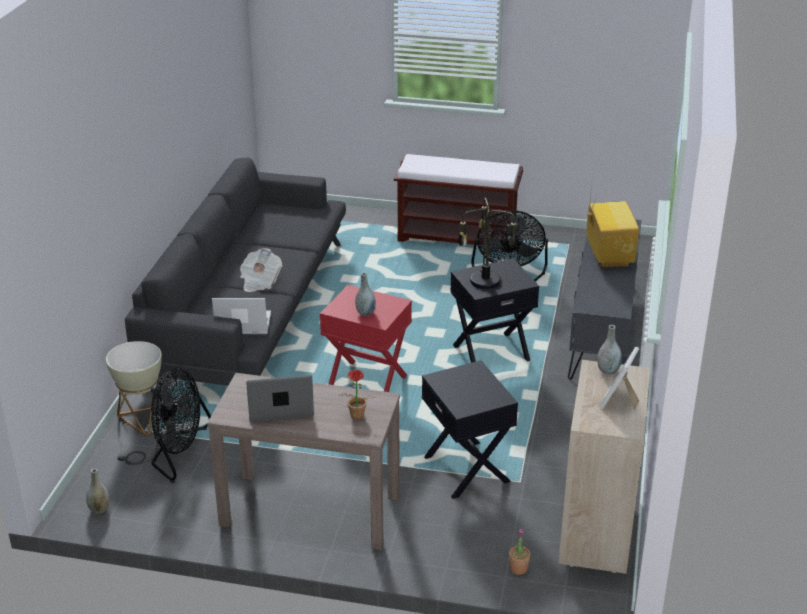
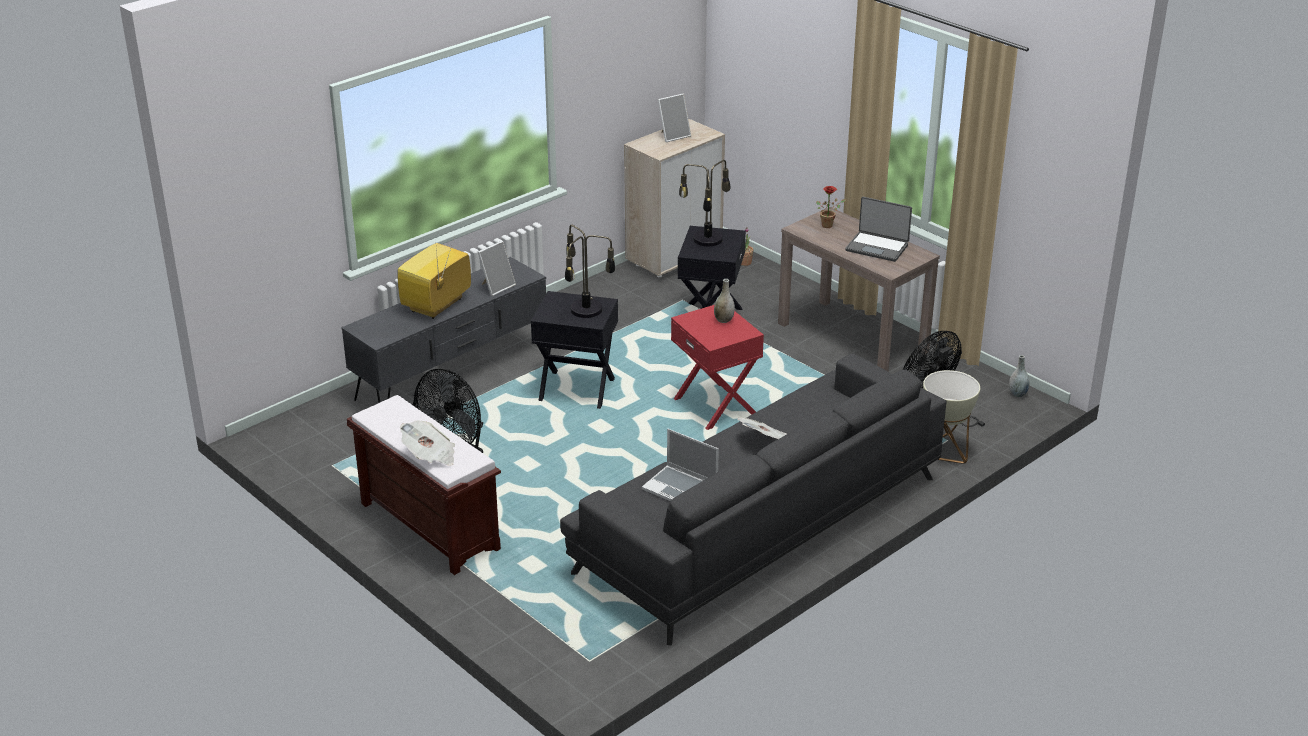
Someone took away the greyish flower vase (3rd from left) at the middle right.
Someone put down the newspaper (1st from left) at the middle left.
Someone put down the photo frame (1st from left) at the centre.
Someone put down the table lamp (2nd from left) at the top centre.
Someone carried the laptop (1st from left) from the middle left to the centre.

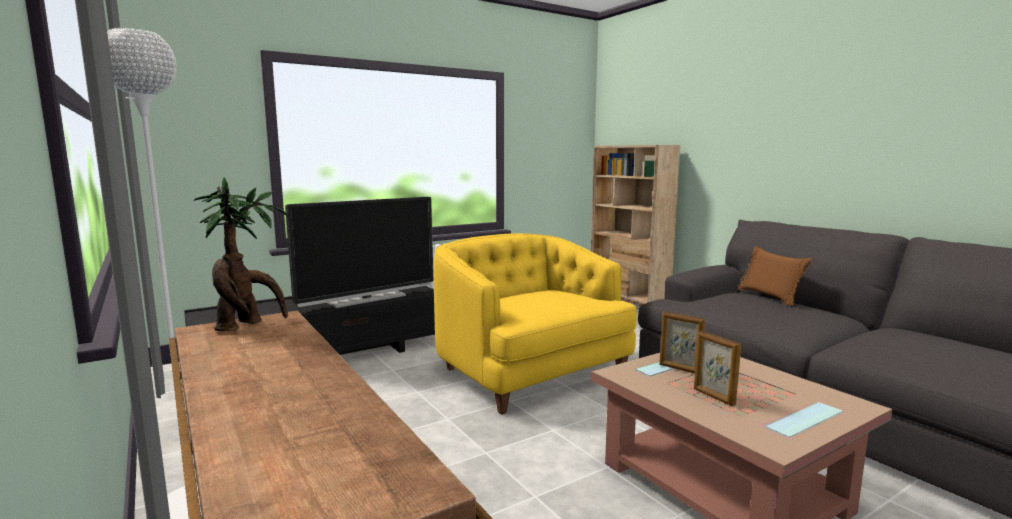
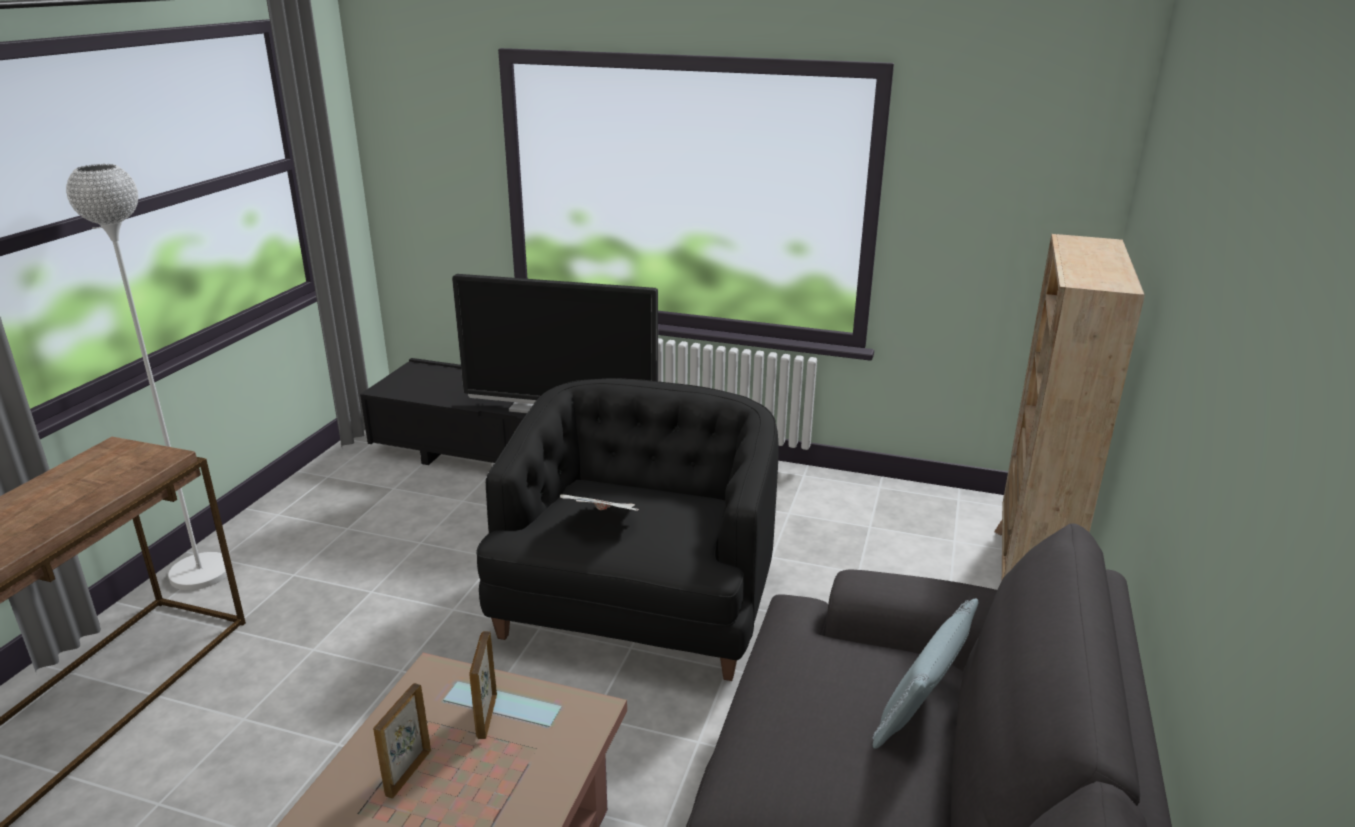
Someone took away the houseplant at the middle left.
Someone put down the newspaper at the centre.
Someone repainted the yellowish armchair at the centre, which became the black armchair at the centre.
Someone repainted the brownish throw pillow at the middle right, which became the blue-coloured throw pillow at the bottom right.

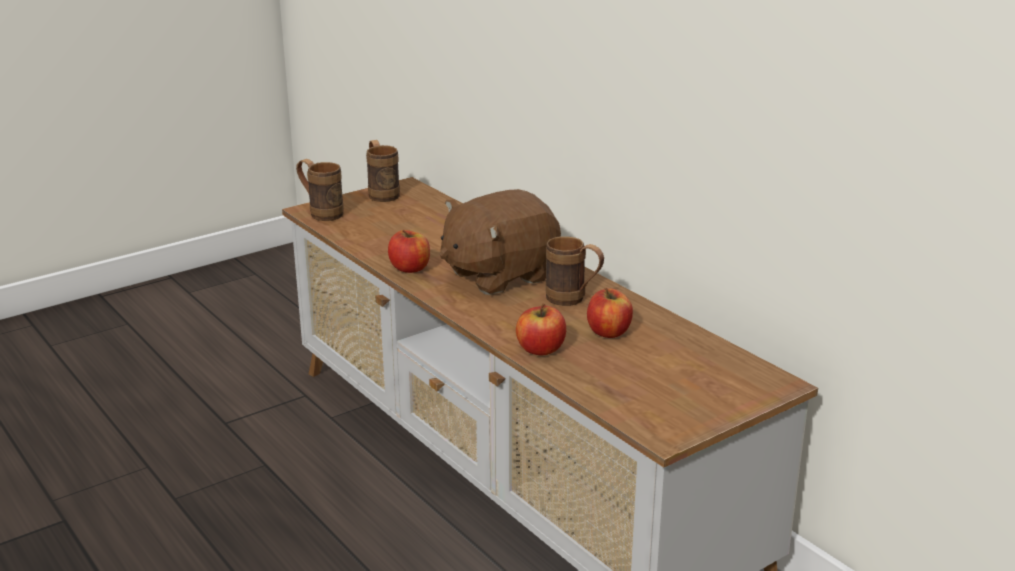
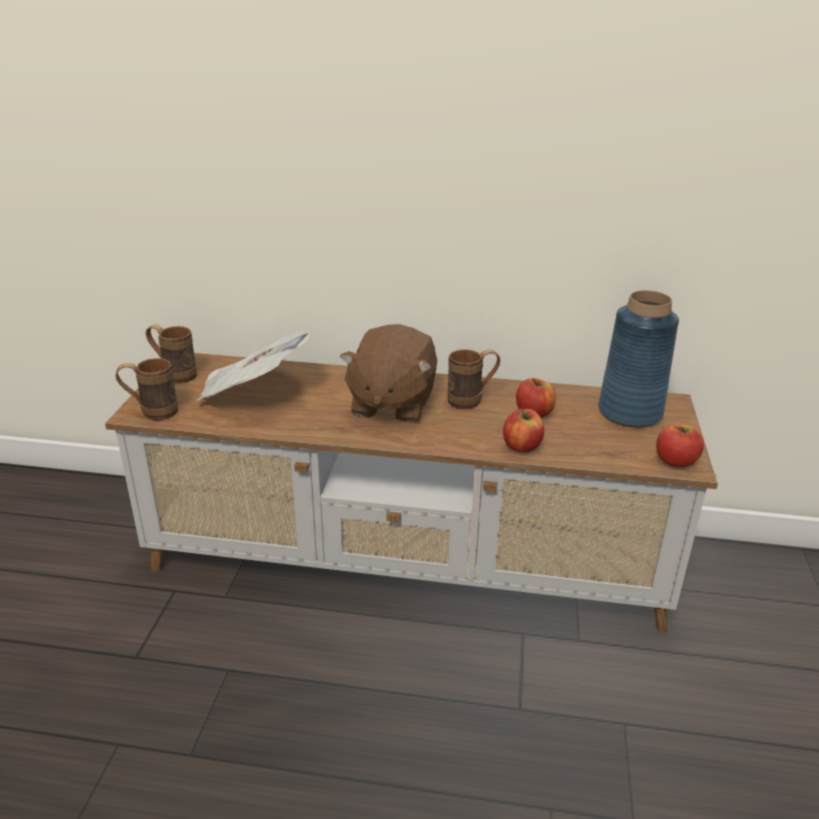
Someone put down the newspaper at the middle left.
Someone put down the blue-coloured flower vase at the middle right.
Someone carried the whole apple (1st from left in the first image) from the centre to the middle right.

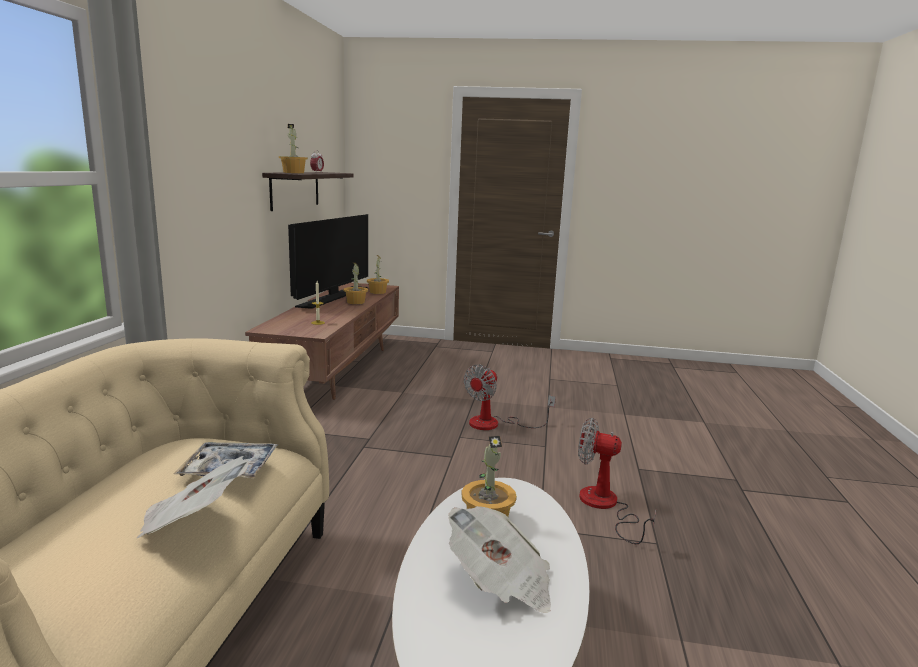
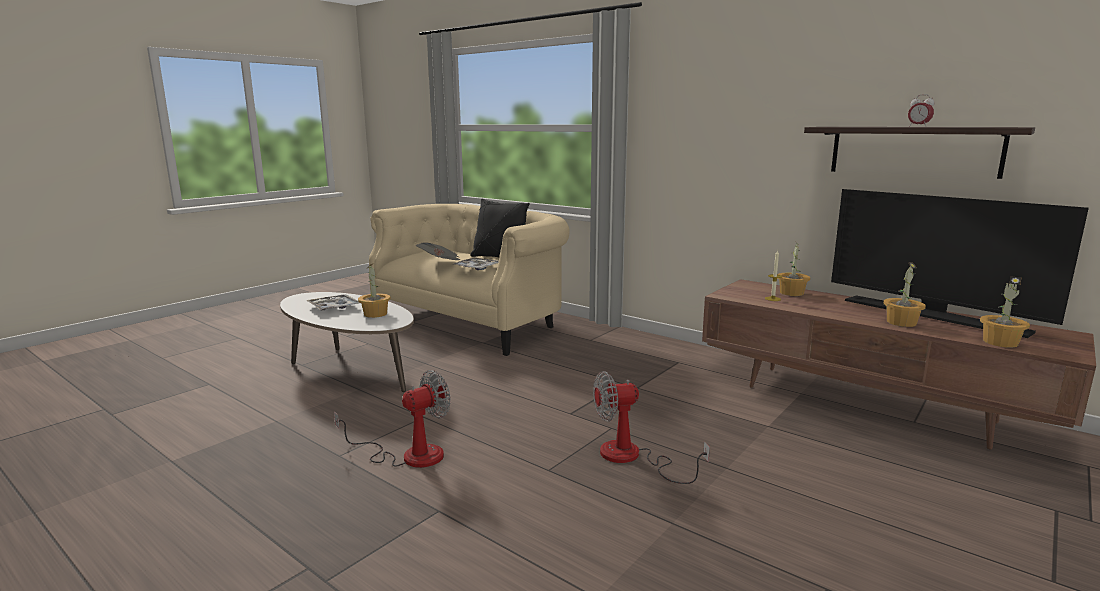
Someone put down the black throw pillow at the centre.
Someone carried the houseplant (1st from left in the first image) from the top left to the middle right.
Someone swapped the newspaper (2nd from left) at the bottom centre for the carrying tray (1st from left) at the middle left.
Someone rotated the fan (1st from left in the first image) at the centre by 75 degrees counterclockwise.

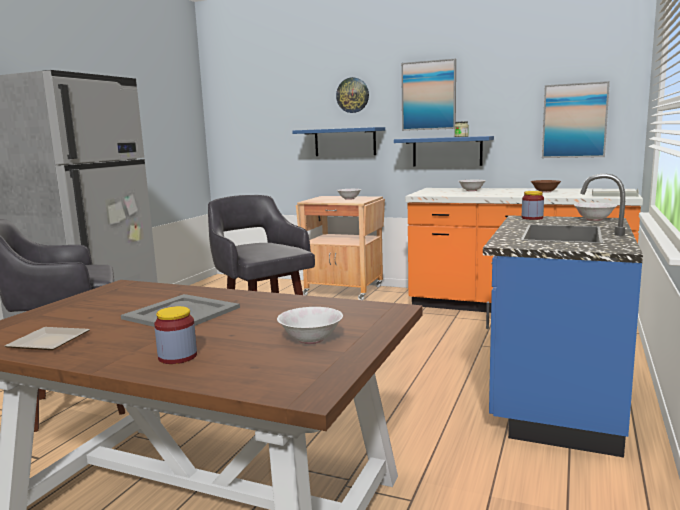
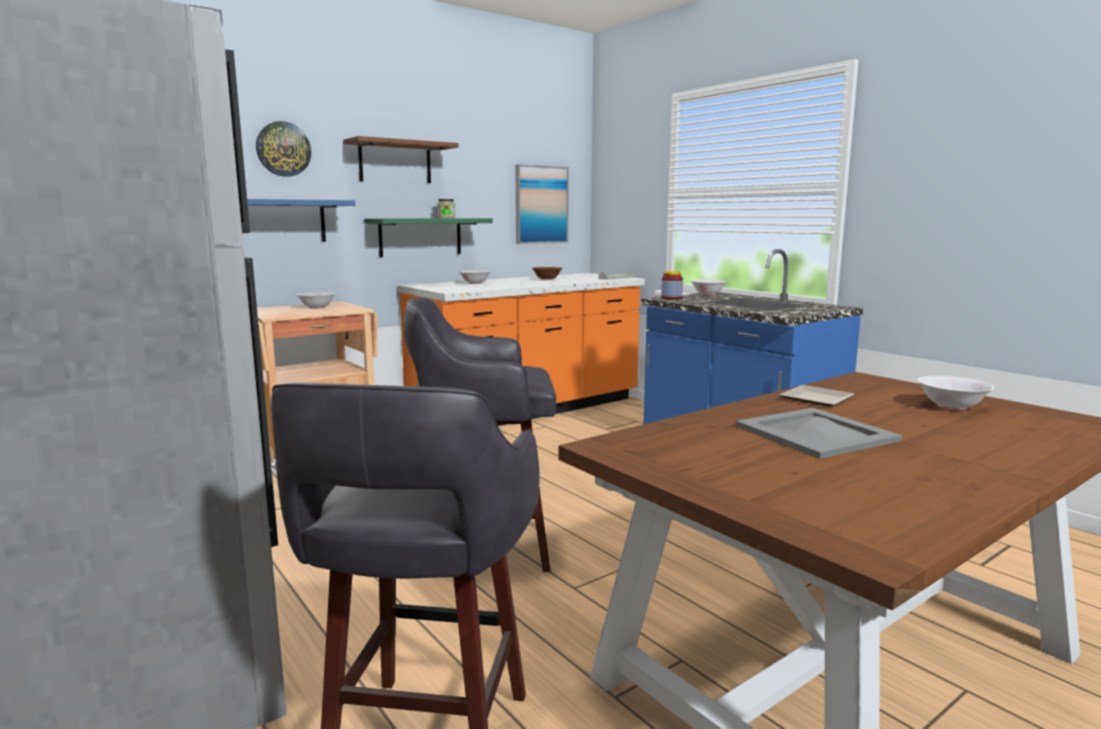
Someone took away the preserve jar (1st from left) at the middle left.
Someone carried the flat dish from the middle left to the middle right.
Someone swapped the picture (1st from left) at the top centre for the brownish shelf at the top centre.
Someone repainted the blue-coloured shelf (2nd from left) at the top centre, which became the green-coloured shelf at the top centre.

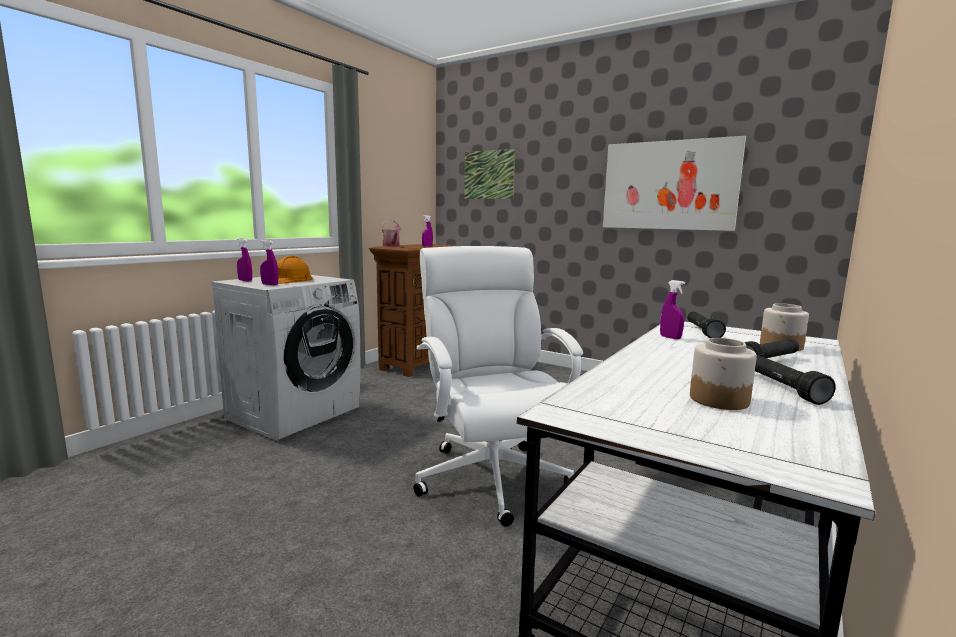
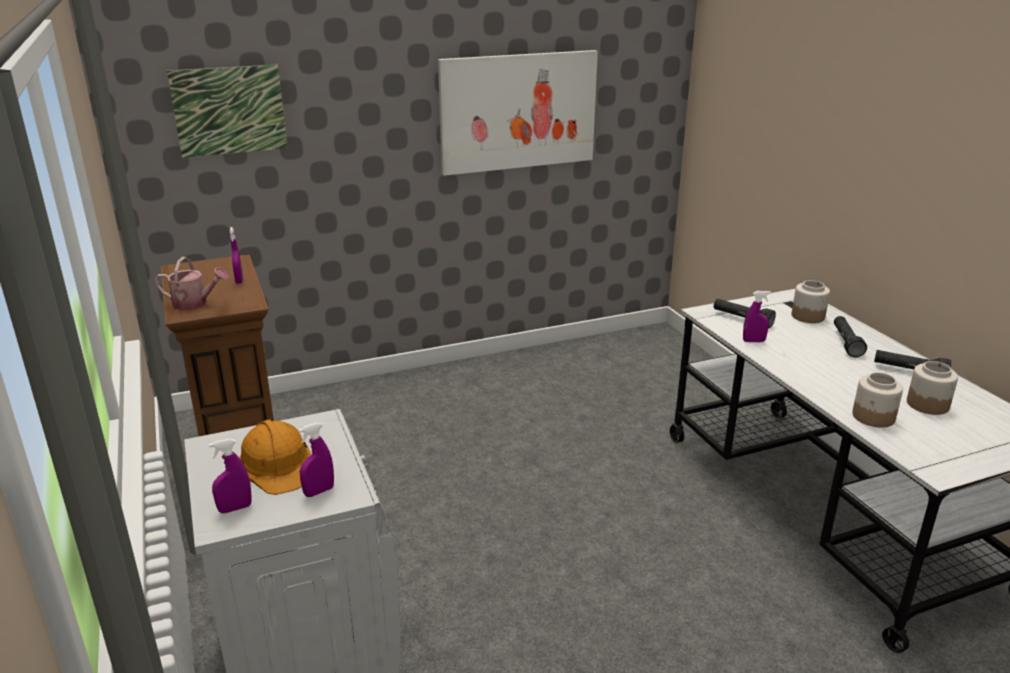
Someone took away the white-coloured office chair at the centre.
Someone put down the preserve jar (2nd from left) at the middle right.

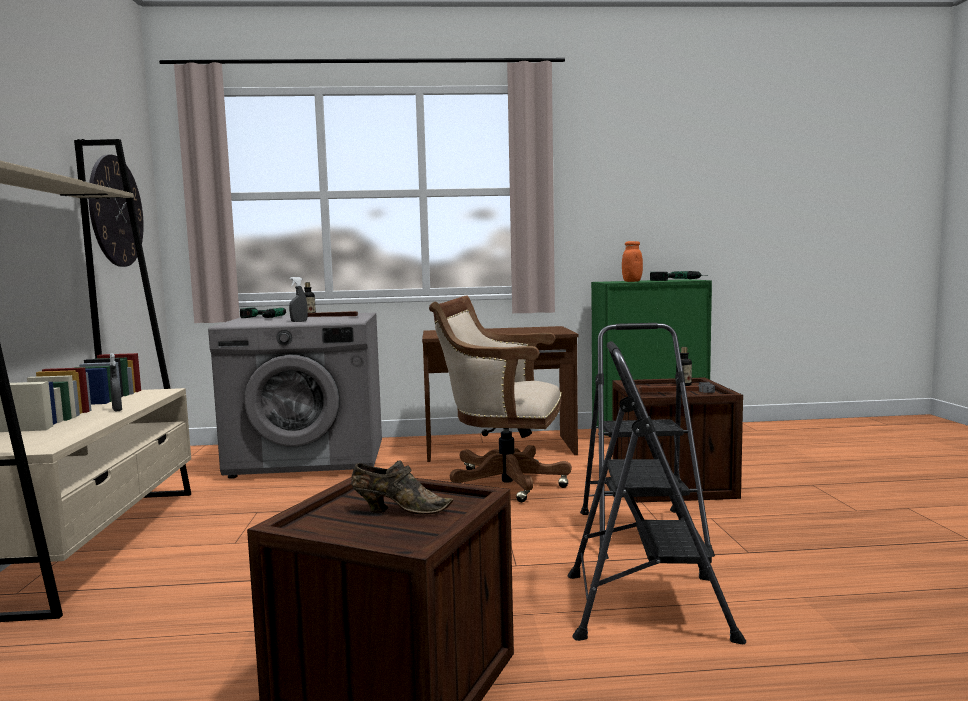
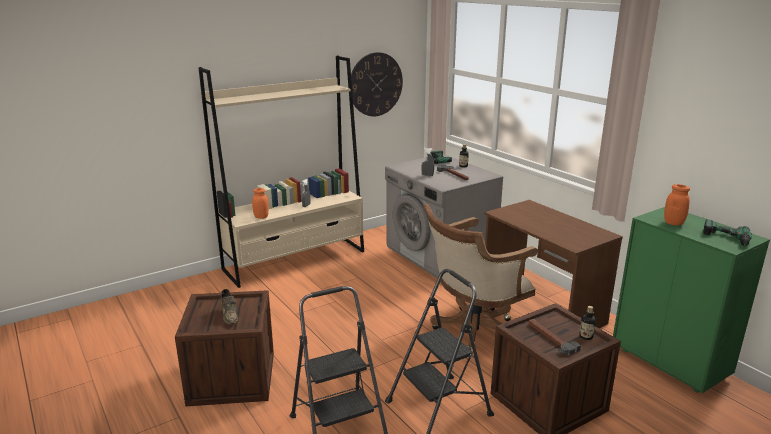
Someone put down the orange-coloured preserve jar (1st from left) at the centre.
Someone rotated the office chair at the centre by 105 degrees counterclockwise.

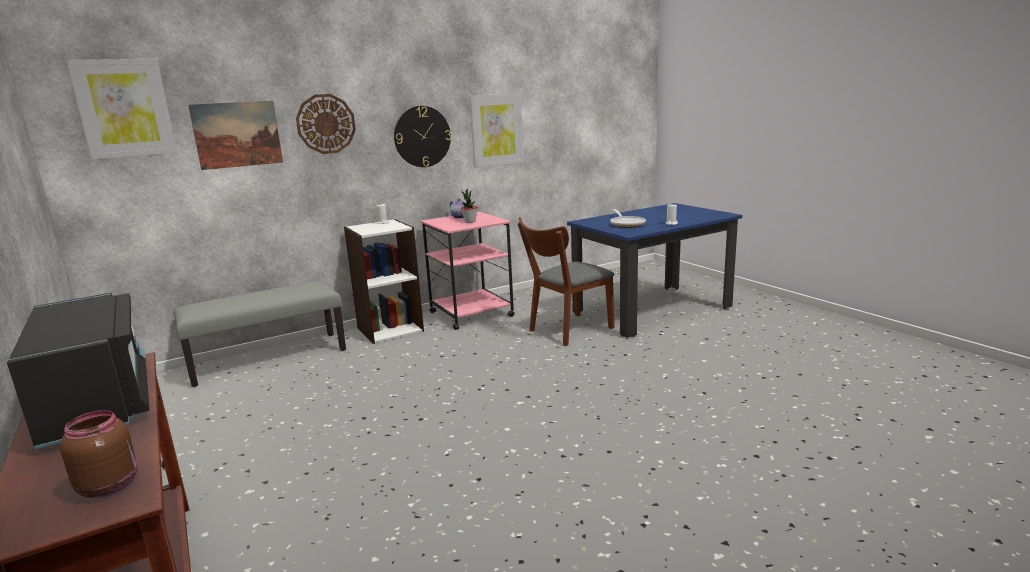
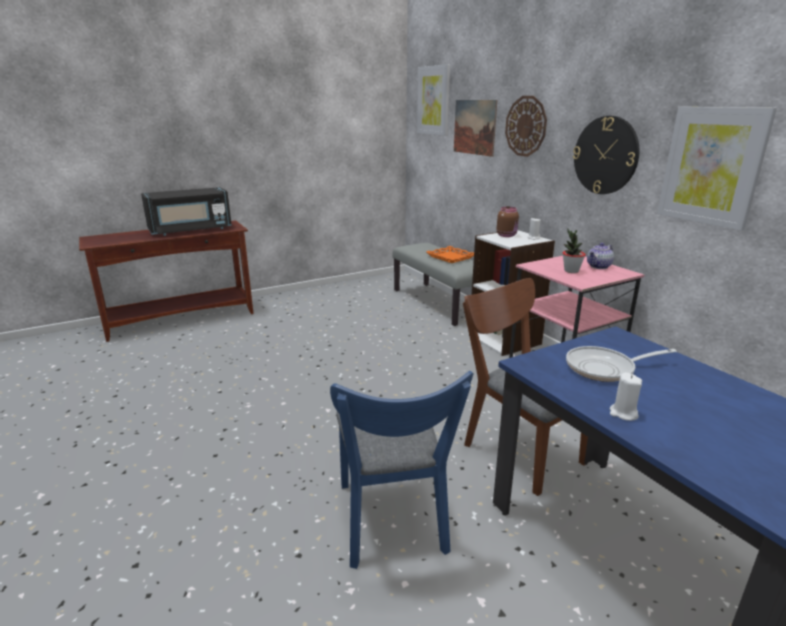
Someone put down the blue-coloured plain chair at the bottom centre.
Someone put down the orange-coloured carrying tray at the centre.
Someone carried the brownish preserve jar from the bottom left to the centre.

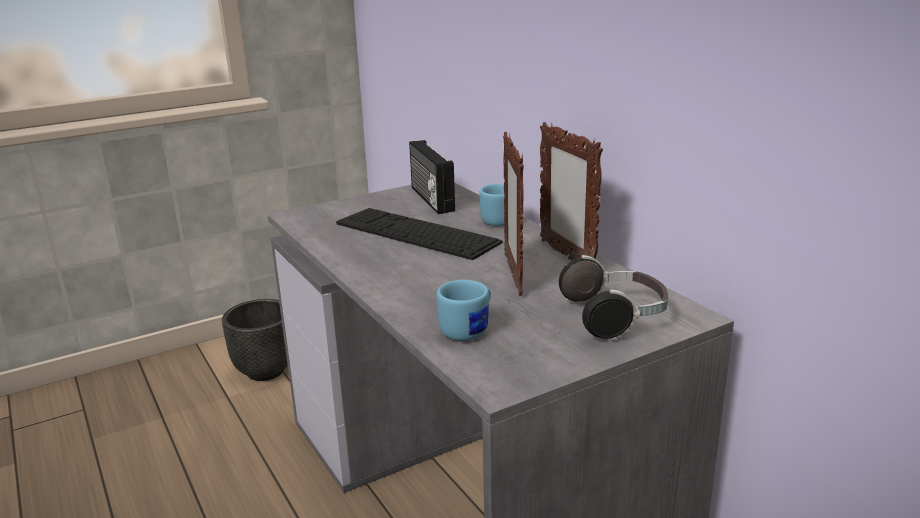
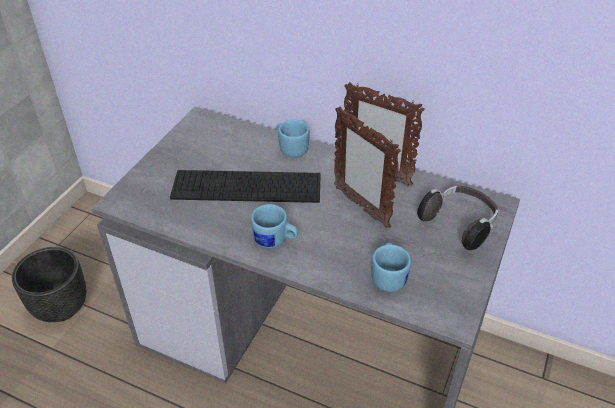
Someone took away the radio at the centre.
Someone put down the blue-coloured mug (1st from left) at the centre.

